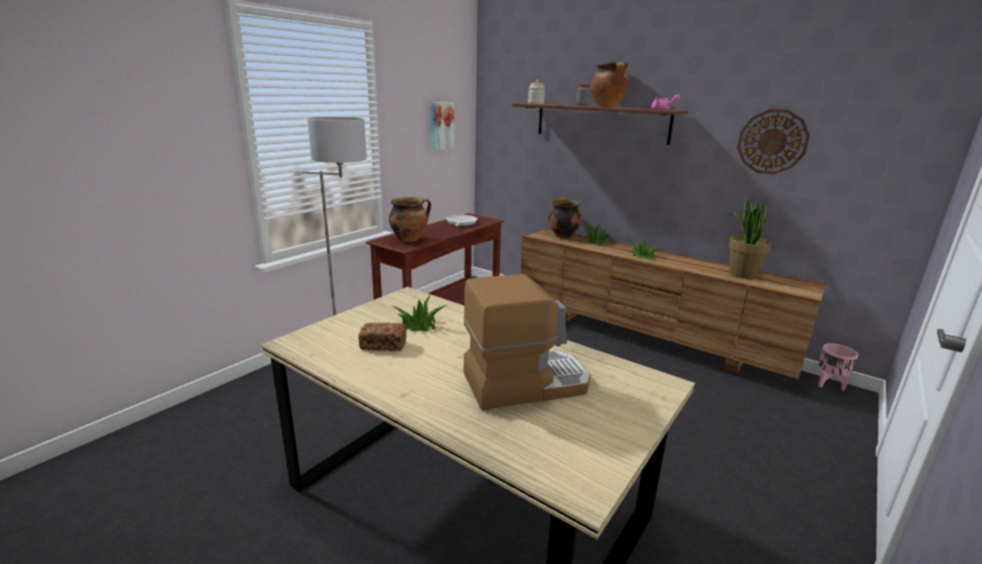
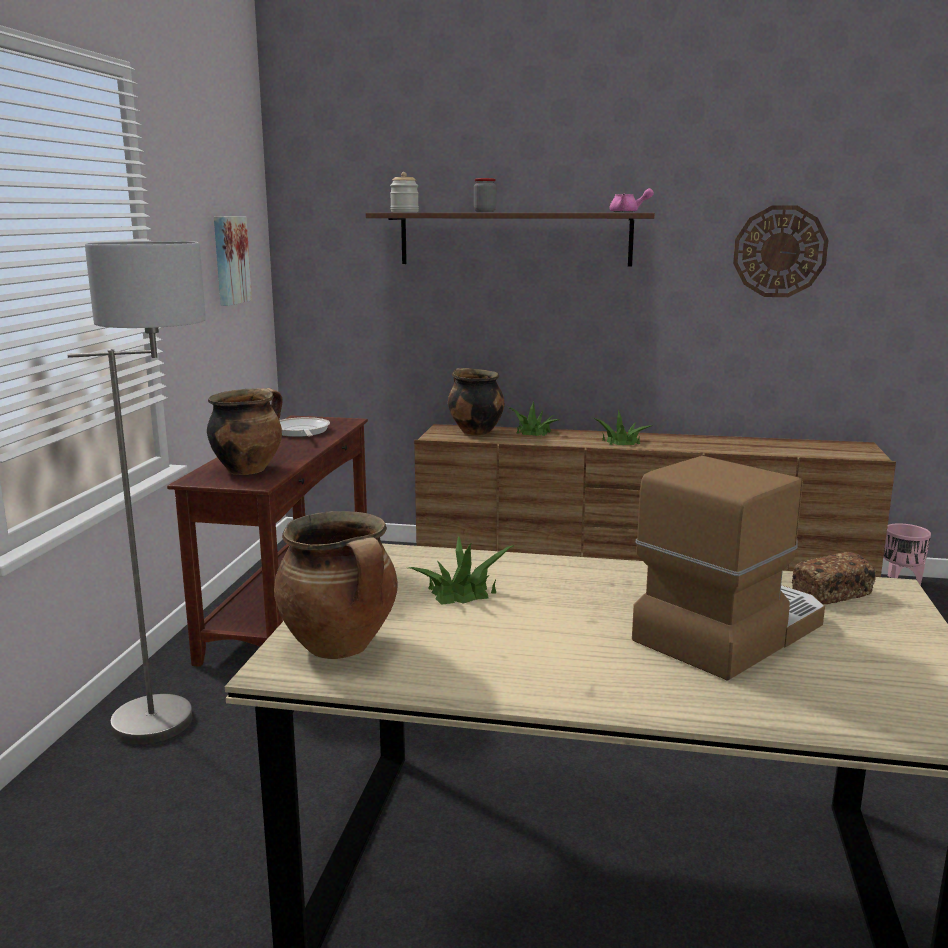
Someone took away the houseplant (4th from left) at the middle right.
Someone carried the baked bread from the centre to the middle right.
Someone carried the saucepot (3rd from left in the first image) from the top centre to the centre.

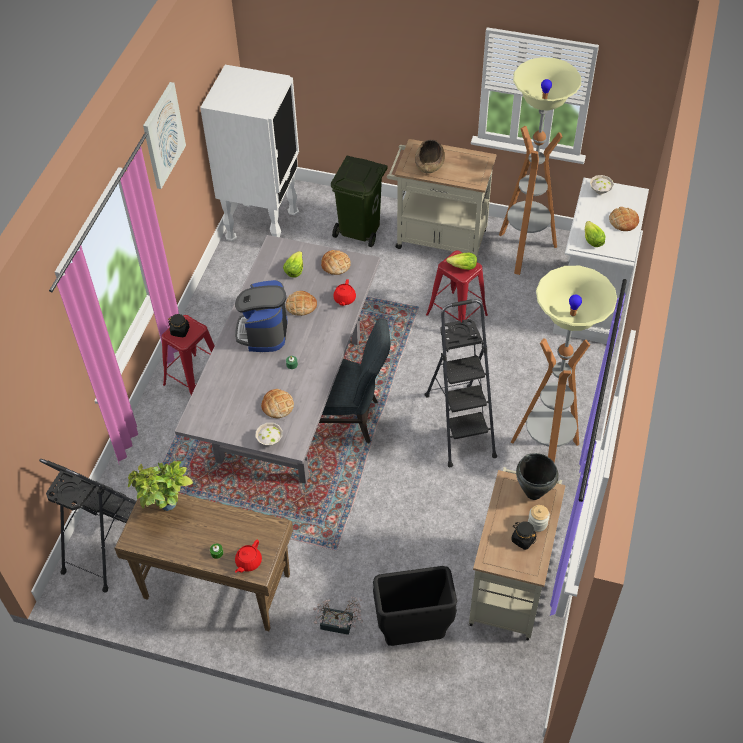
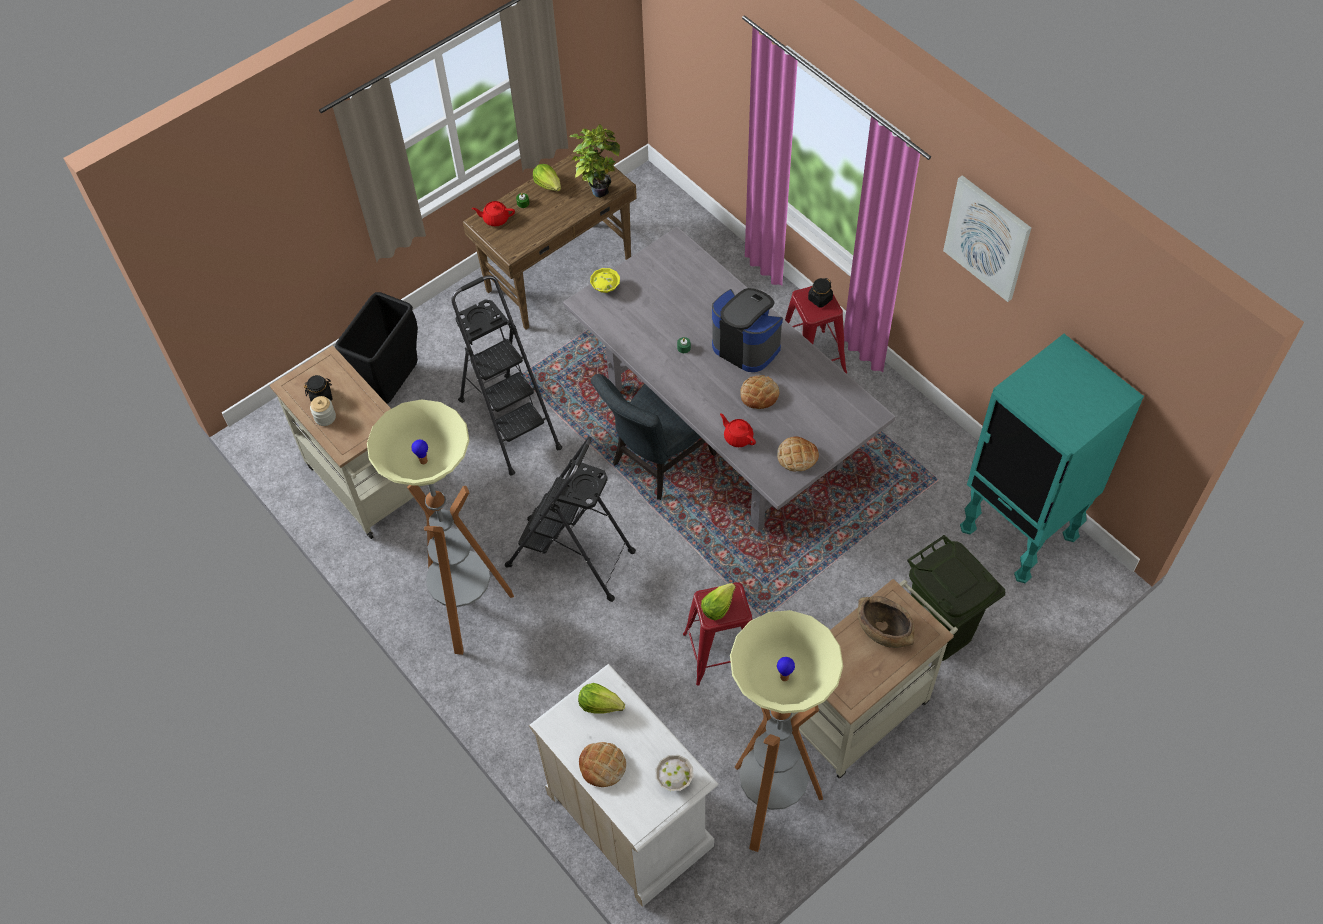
Someone took away the baked bread (1st from left) at the centre.
Someone took away the houseplant (2nd from left) at the bottom centre.
Someone took away the black saucepot at the middle right.
Someone carried the stepladder (1st from left) from the bottom left to the centre.
Someone carried the lettuce head (1st from left) from the centre to the top centre.
Someone repainted the white-coloured cabinet at the top centre, which became the blue-green cabinet at the middle right.
Someone repainted the white-coloured deep dish (1st from left) at the centre, which became the yellowish deep dish at the top centre.
Someone rotated the reddish tea pot (1st from left) at the bottom centre by 60 degrees counterclockwise.

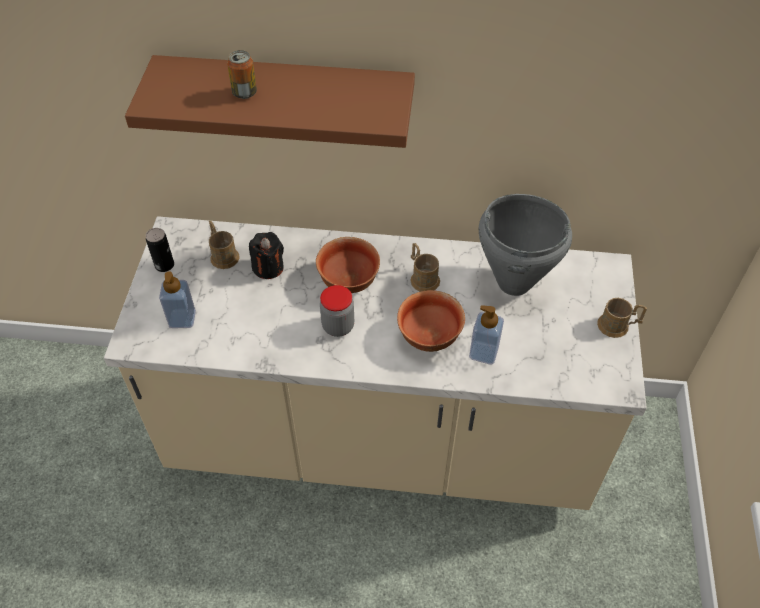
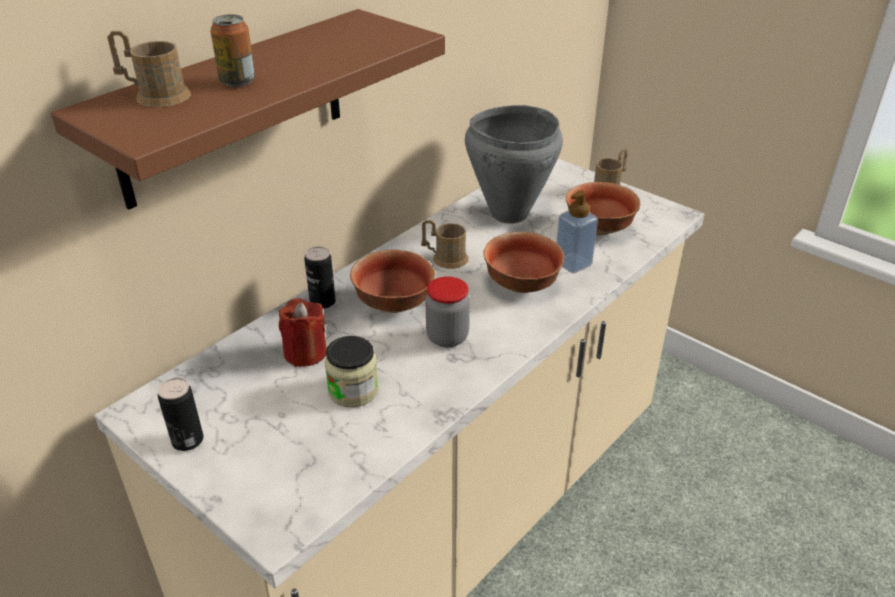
Someone took away the soap dispenser (1st from left) at the middle left.
Someone put down the sealed can (3rd from left) at the centre.
Someone put down the preserve jar (1st from left) at the centre.
Someone put down the deep dish (3rd from left) at the middle right.
Someone carried the brownish mug (1st from left) from the middle left to the top left.
Someone repainted the black candle at the centre, which became the reddish candle at the centre.

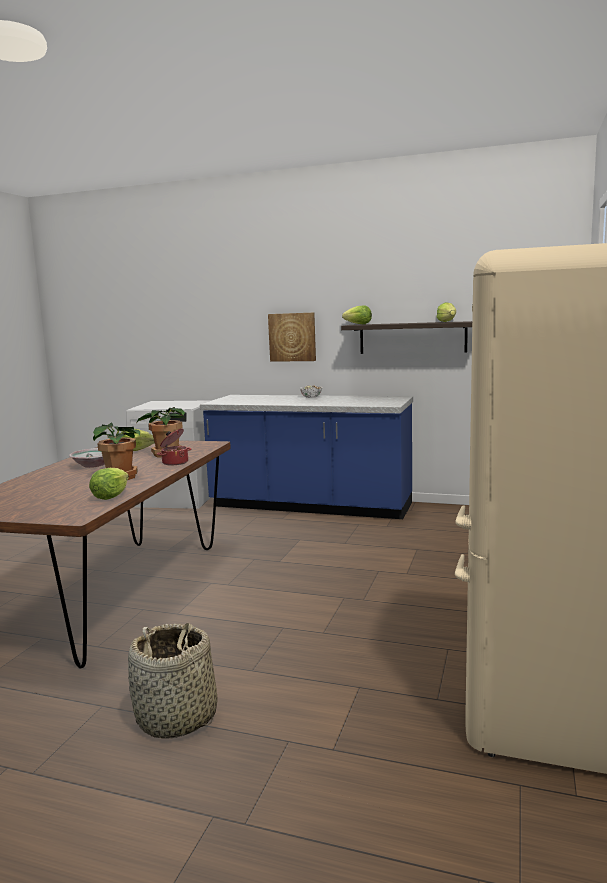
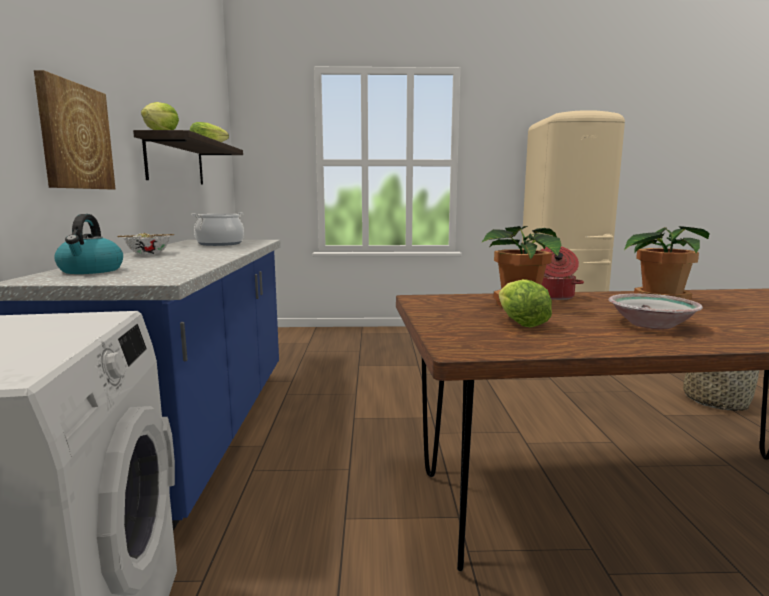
Someone took away the lettuce head (1st from left) at the middle left.
Someone put down the tea kettle at the middle left.
Someone put down the saucepot (1st from left) at the middle left.

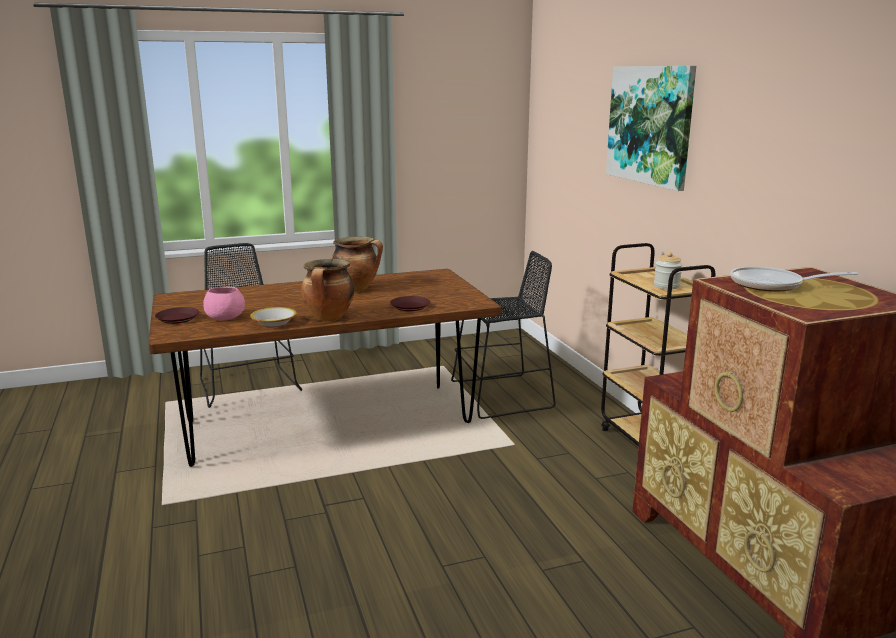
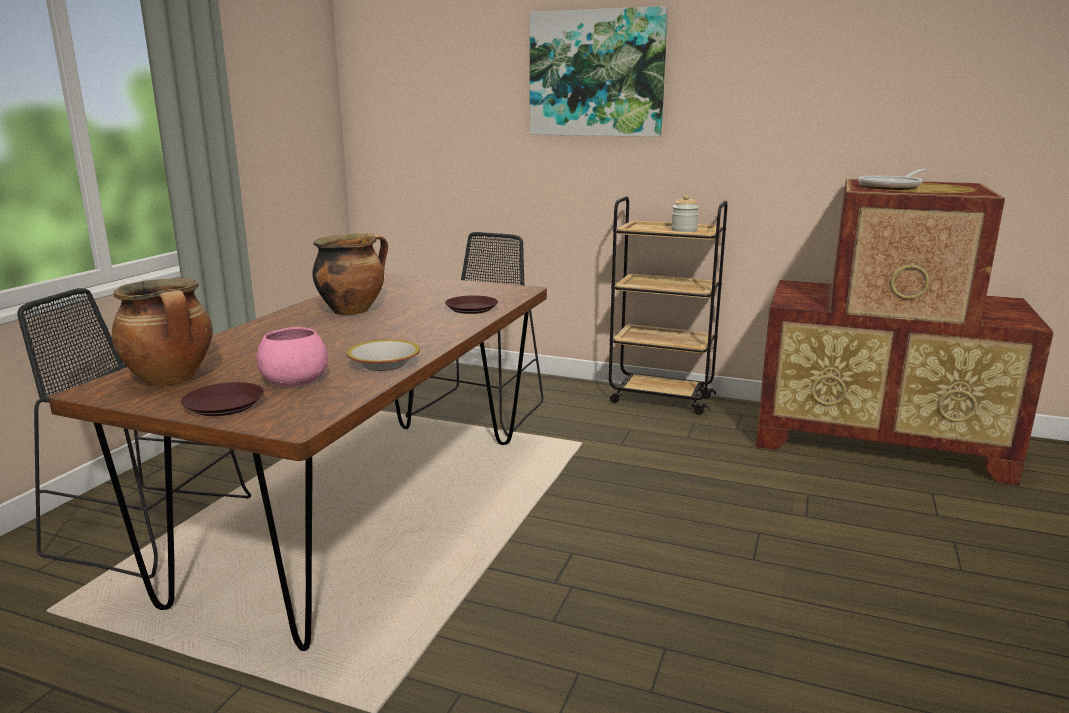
Someone carried the saucepot (1st from left) from the centre to the middle left.

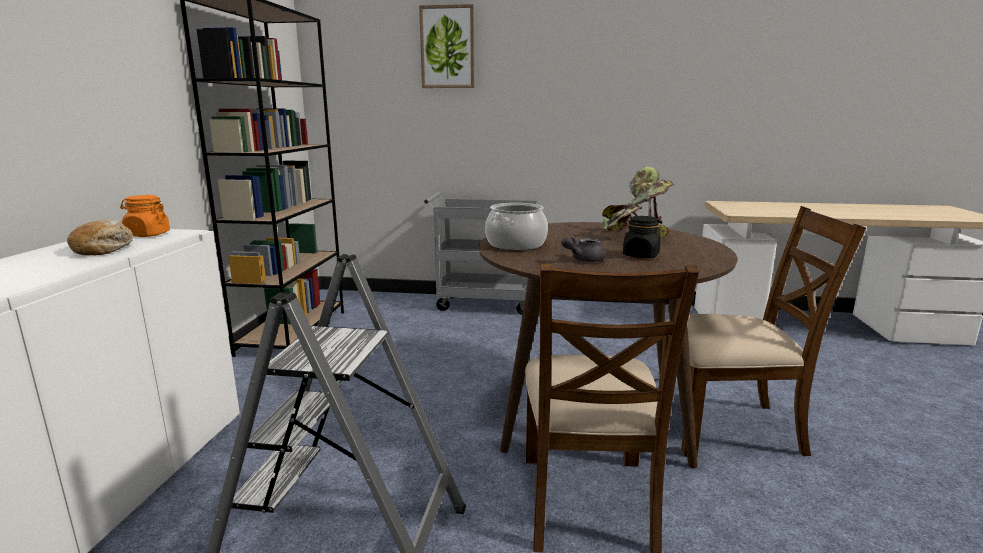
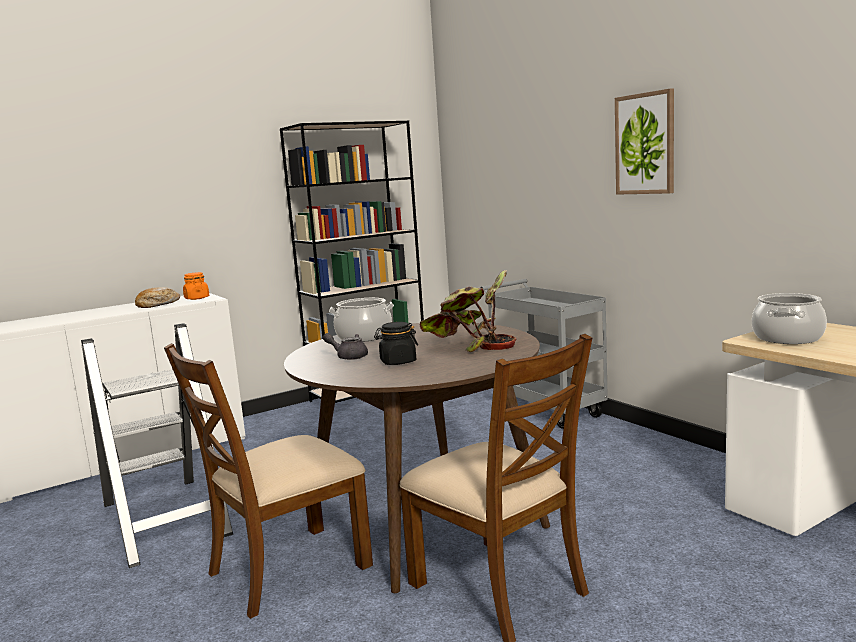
Someone put down the saucepot (2nd from left) at the middle right.
Someone carried the picture from the top centre to the top right.

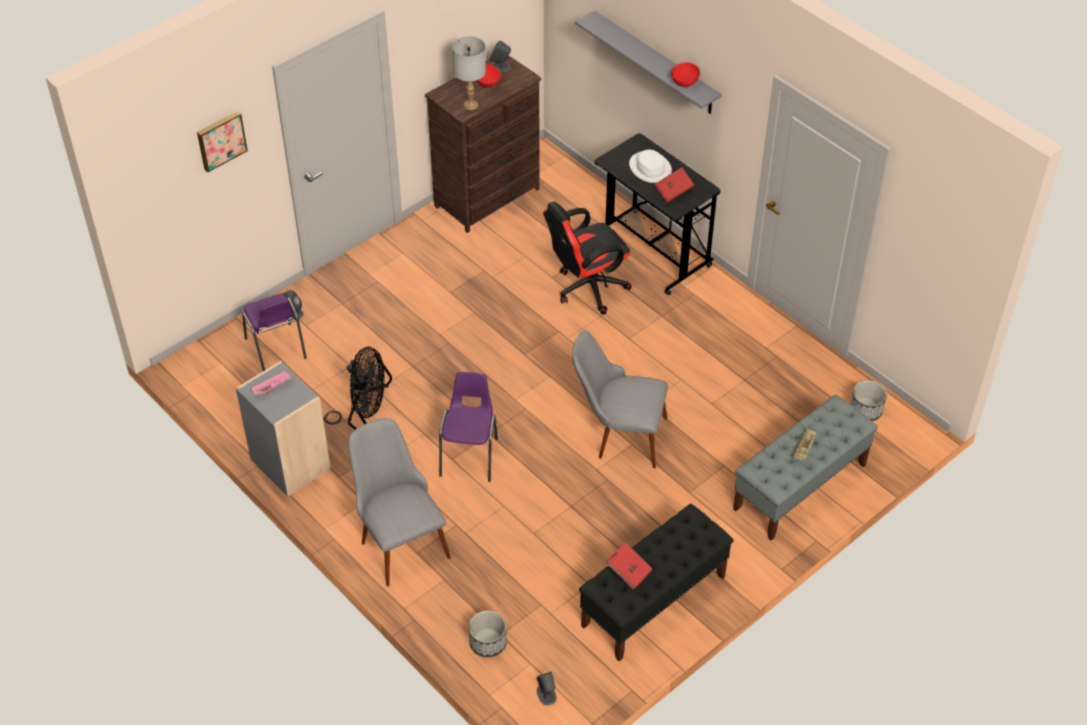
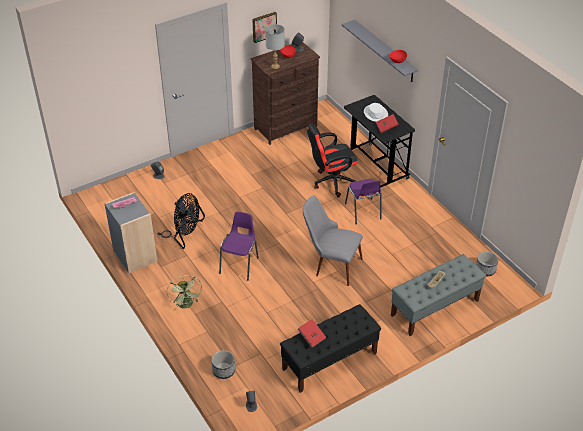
Someone carried the picture from the top left to the top centre.
Someone carried the purple plain chair (1st from left in the first image) from the middle left to the centre.
Someone swapped the greyish plain chair (1st from left) at the bottom centre for the green-coloured fan at the bottom left.

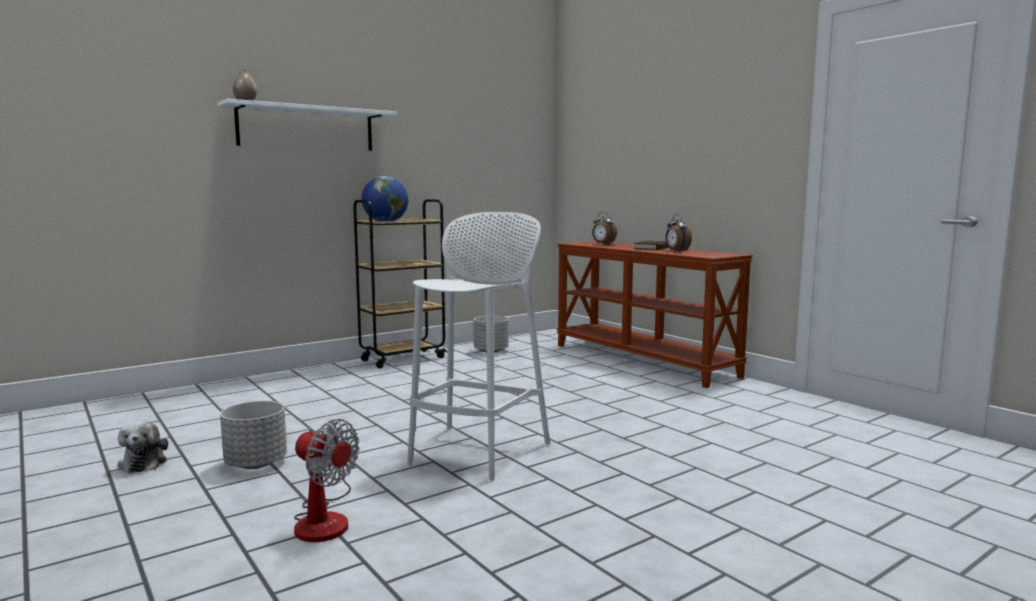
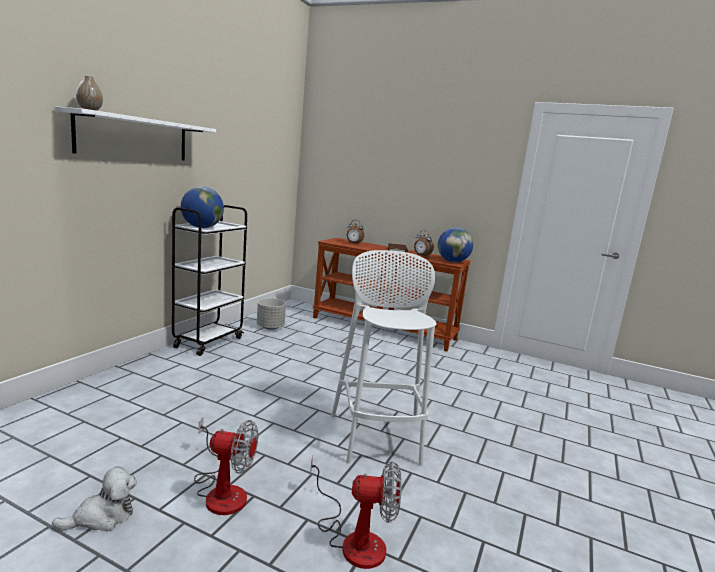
Someone put down the desk globe (2nd from left) at the centre.
Someone swapped the greyish plant pot (1st from left) at the bottom left for the fan (1st from left) at the bottom left.
Someone repainted the brownish trolley at the centre, which became the white-coloured trolley at the middle left.
Someone rotated the soft toy at the bottom left by 75 degrees counterclockwise.

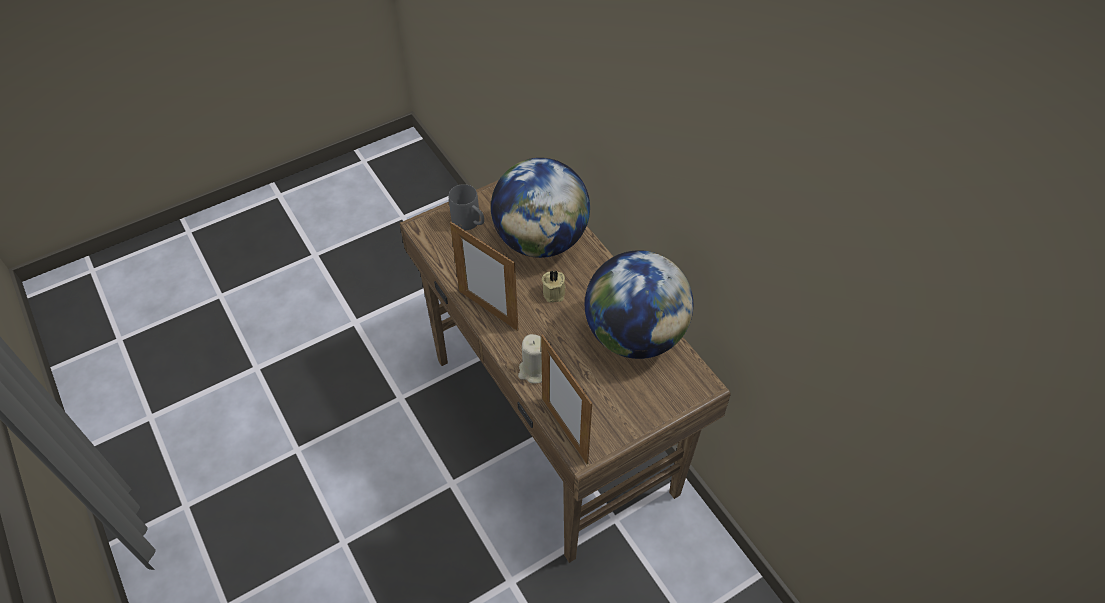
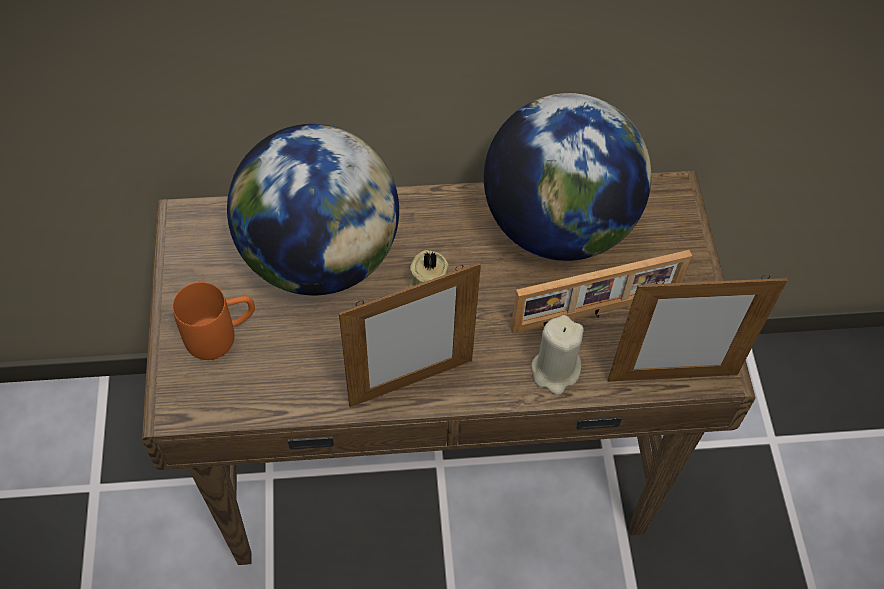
Someone put down the photo frame (2nd from left) at the middle right.
Someone repainted the greyish mug at the centre, which became the orange-coloured mug at the middle left.

